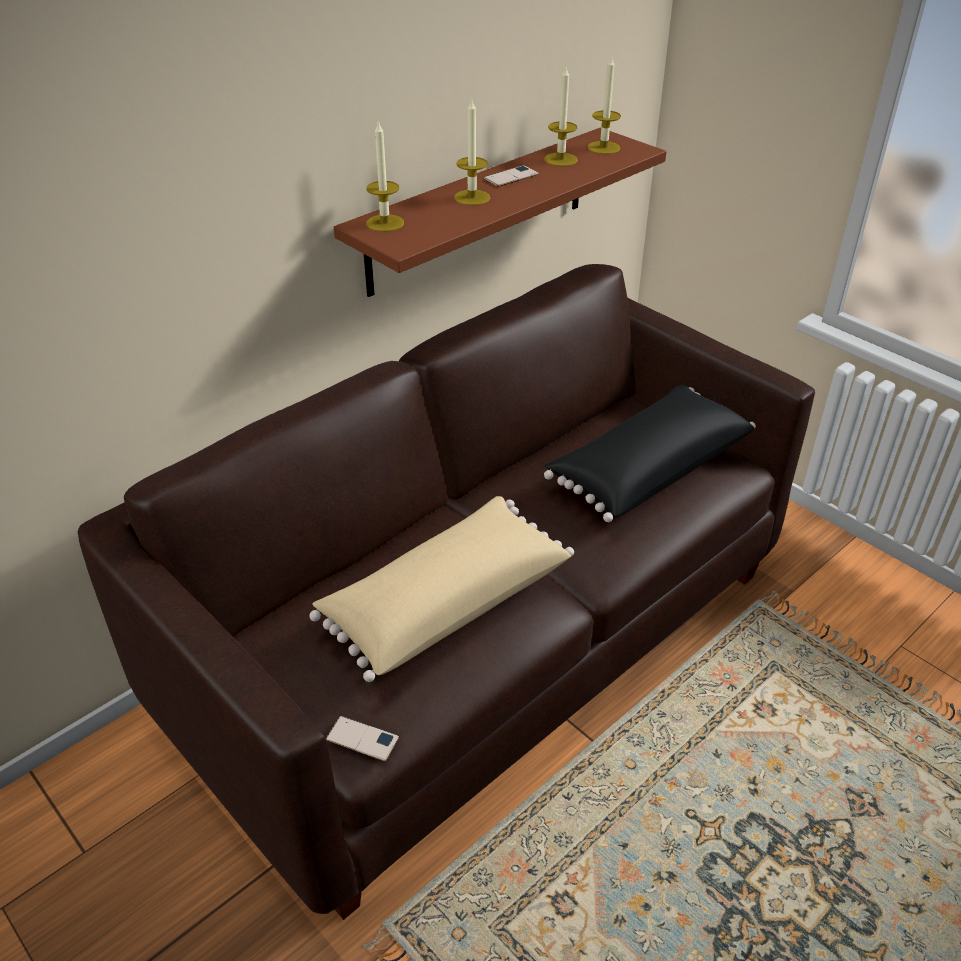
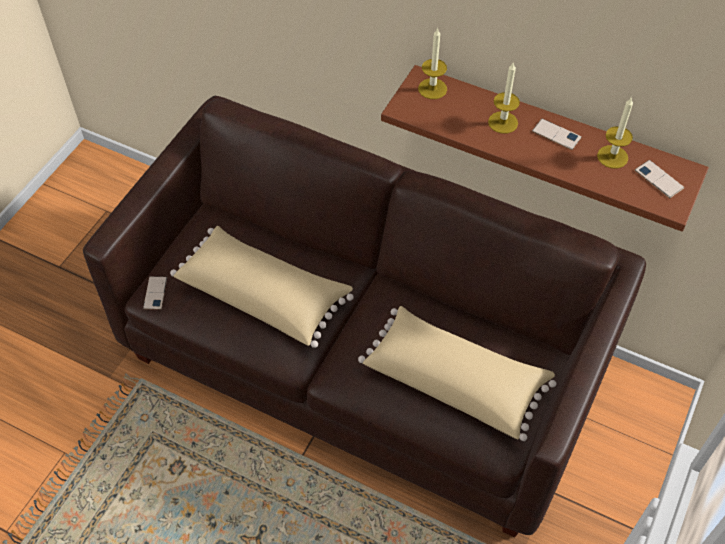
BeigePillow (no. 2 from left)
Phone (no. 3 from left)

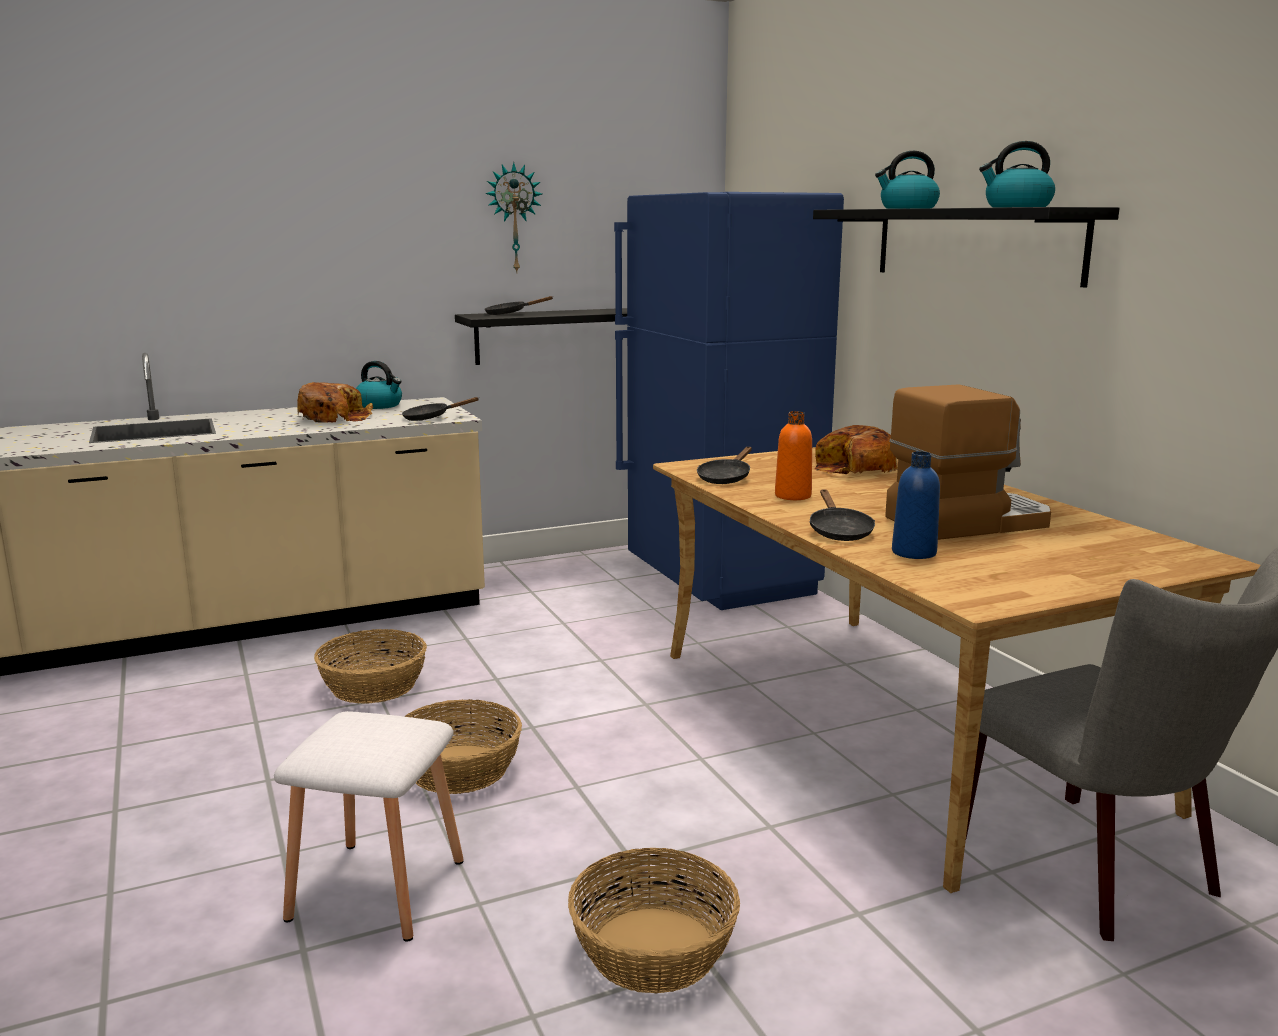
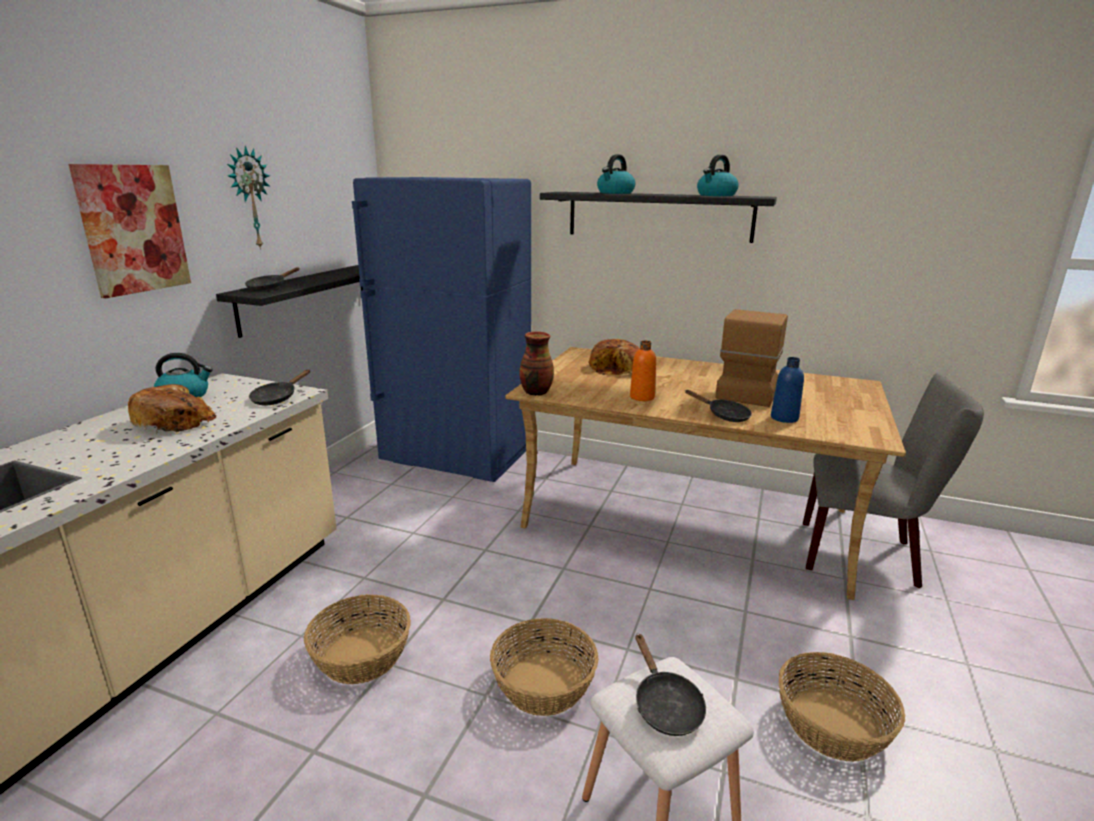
BlackFryingPan (no. 3 from left)
Picture
Vase

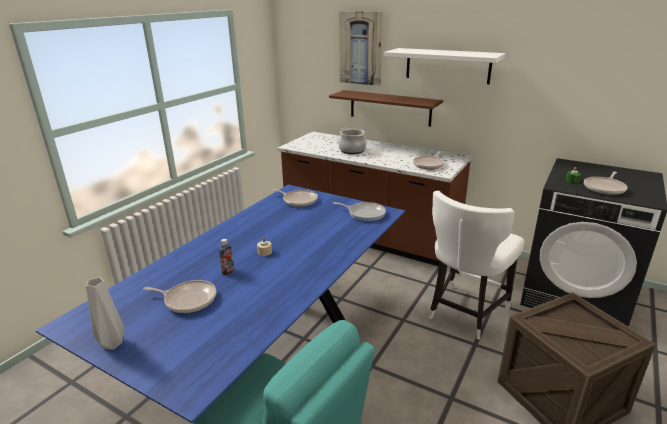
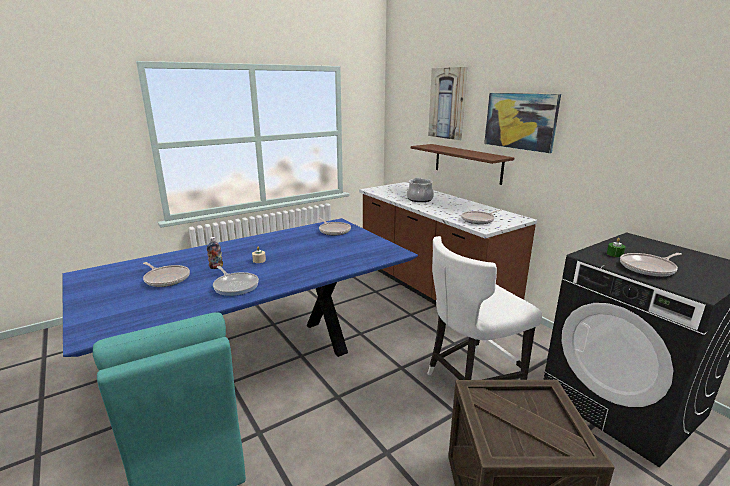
GreyVase
FryingPan (no. 2 from left)
Picture (no. 2 from left)

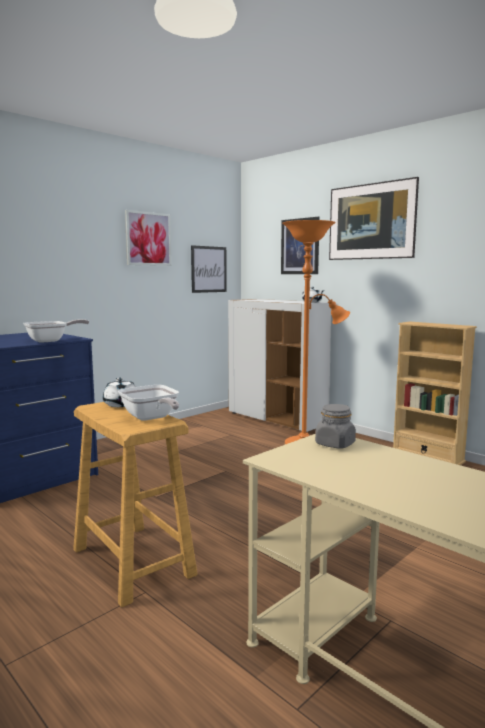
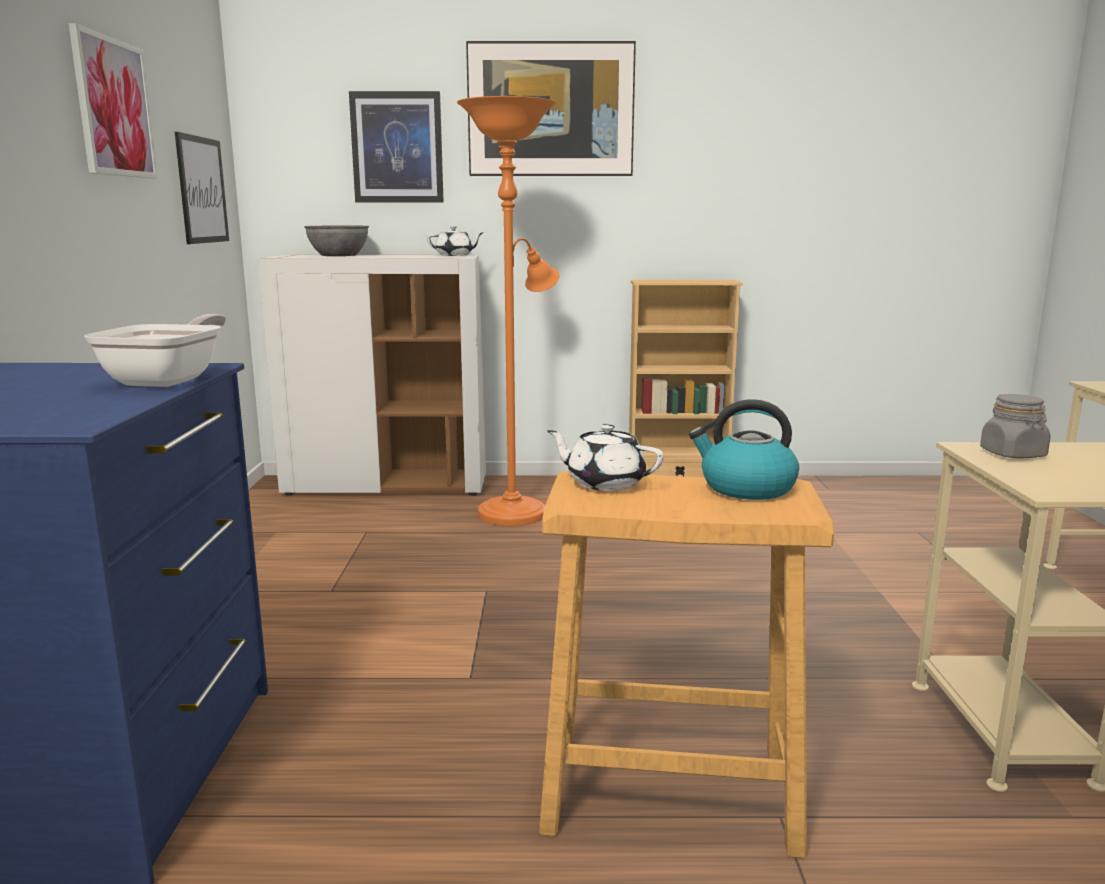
Kettle
GreyBowl

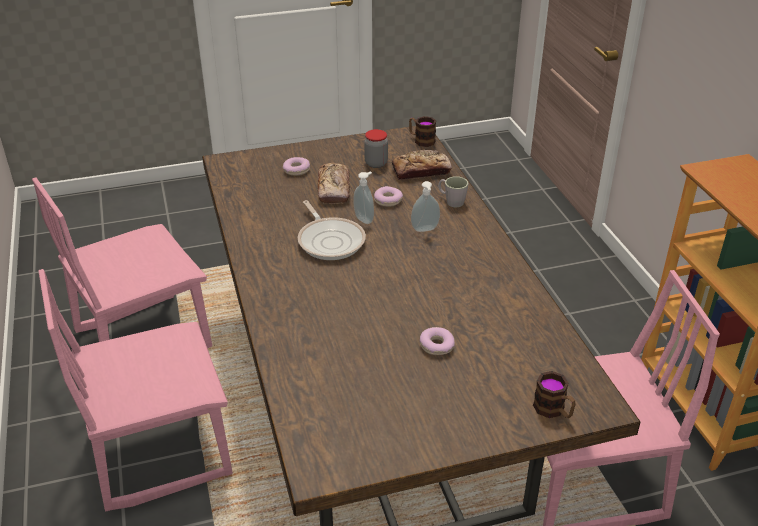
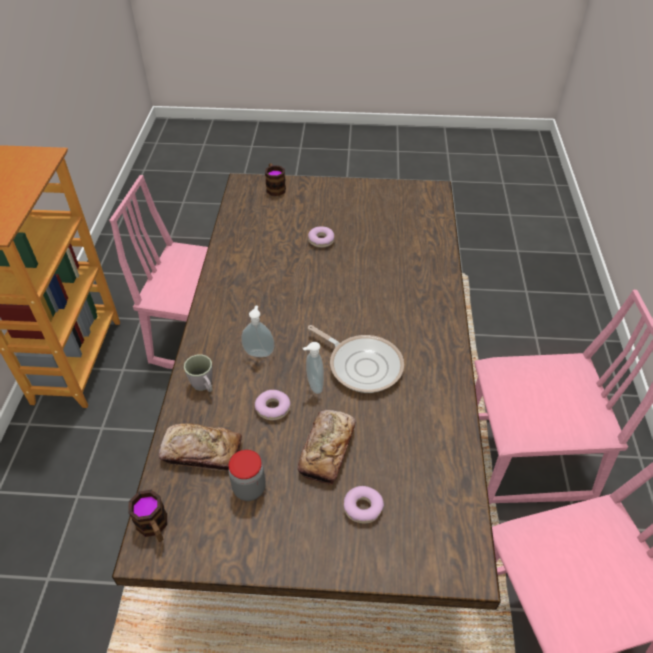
FryingPan

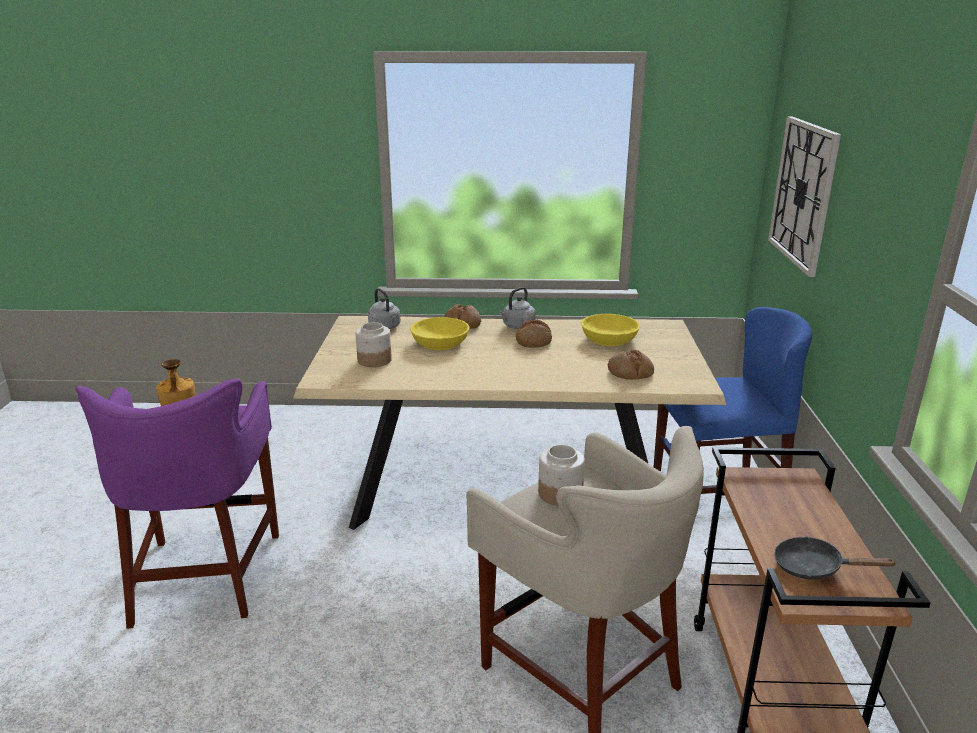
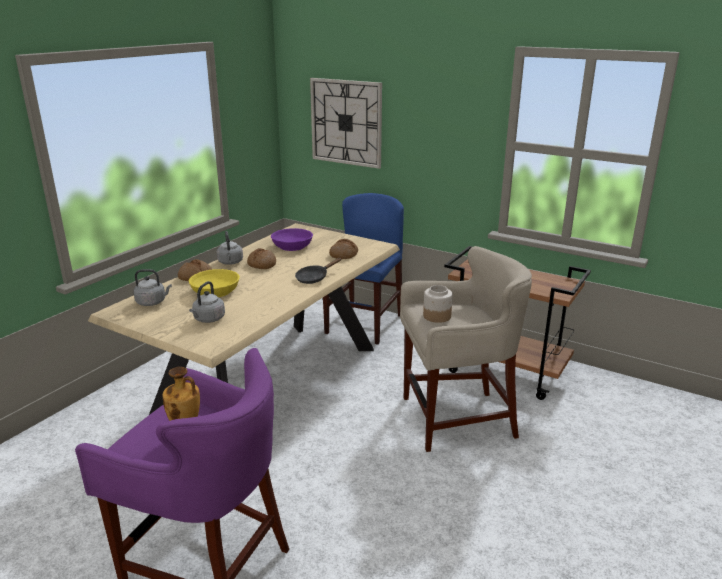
GreyKettle (no. 2 from left)
PurpleBowl
BlackFryingPan

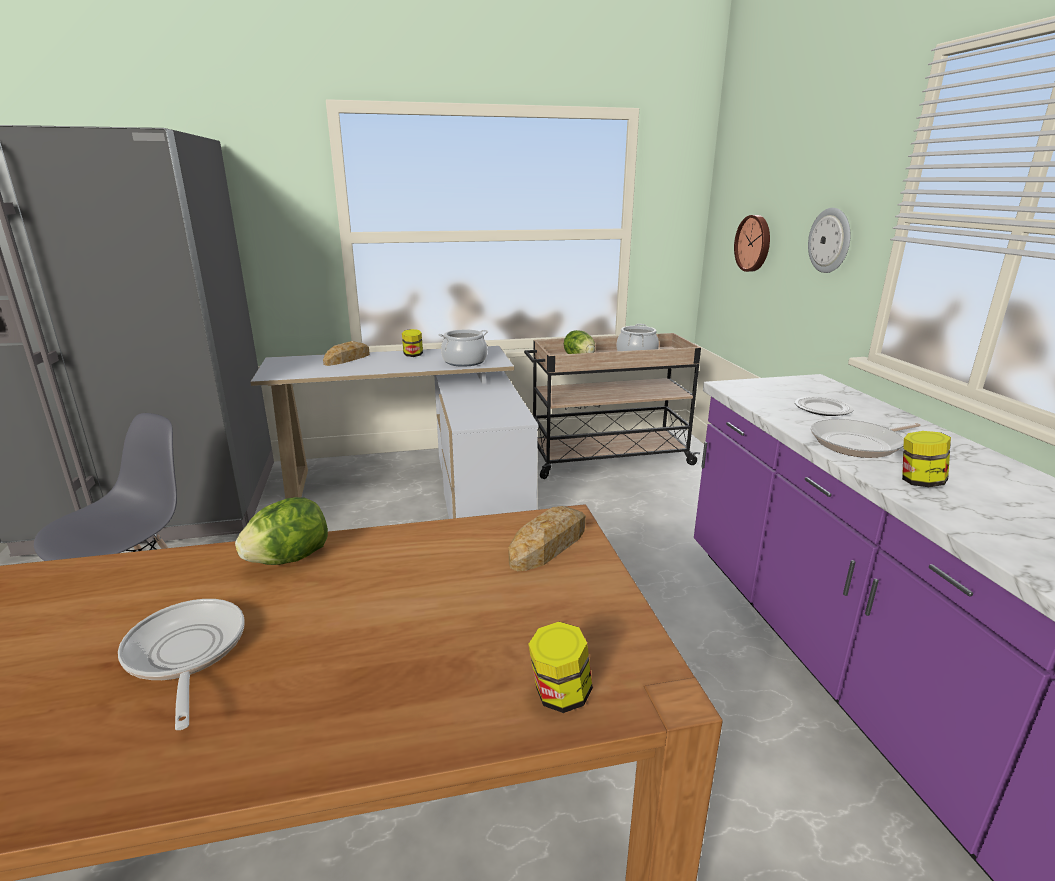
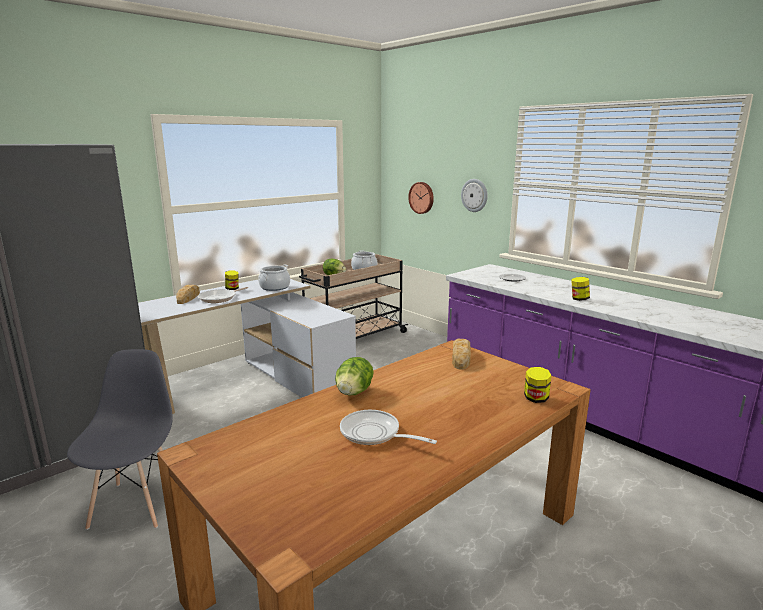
FryingPan (no. 1 from left)

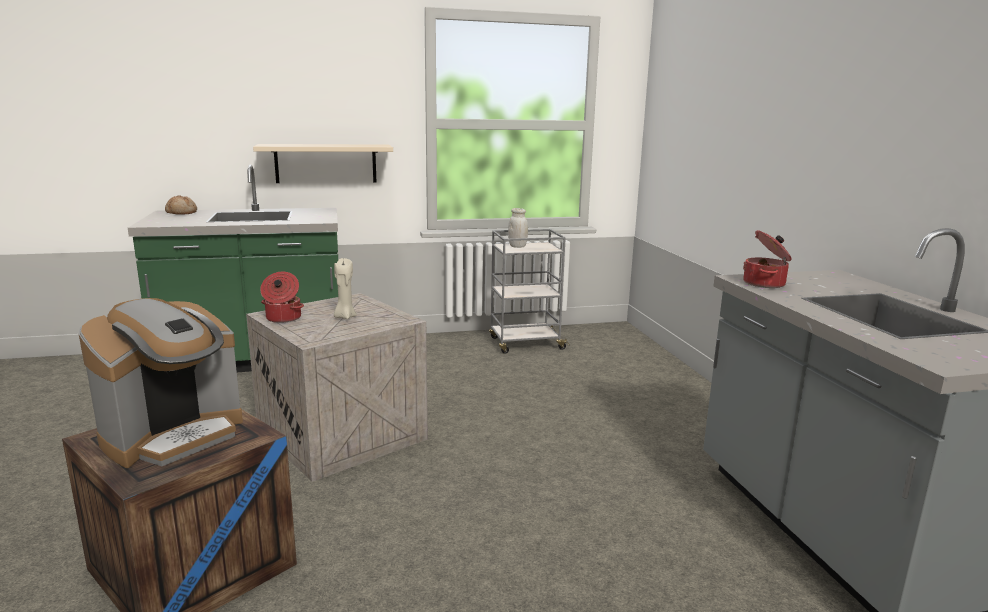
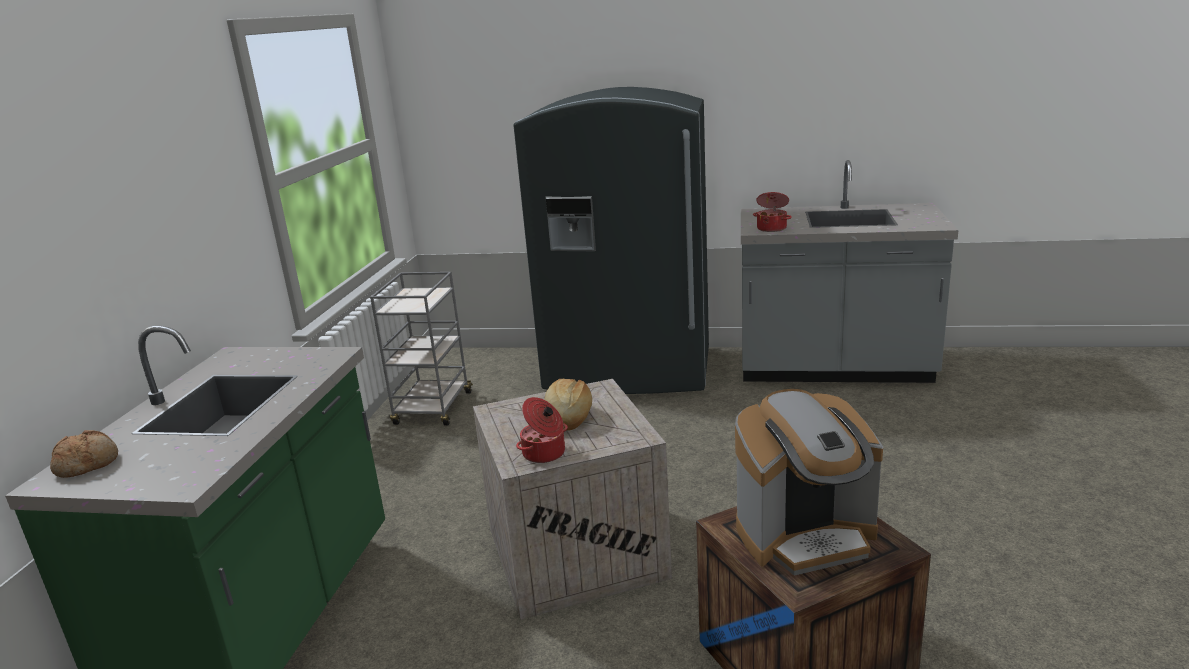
CoffeeMachine
BeigeShelf
Bread (no. 2 from left)
WhiteJar
GreyFridge

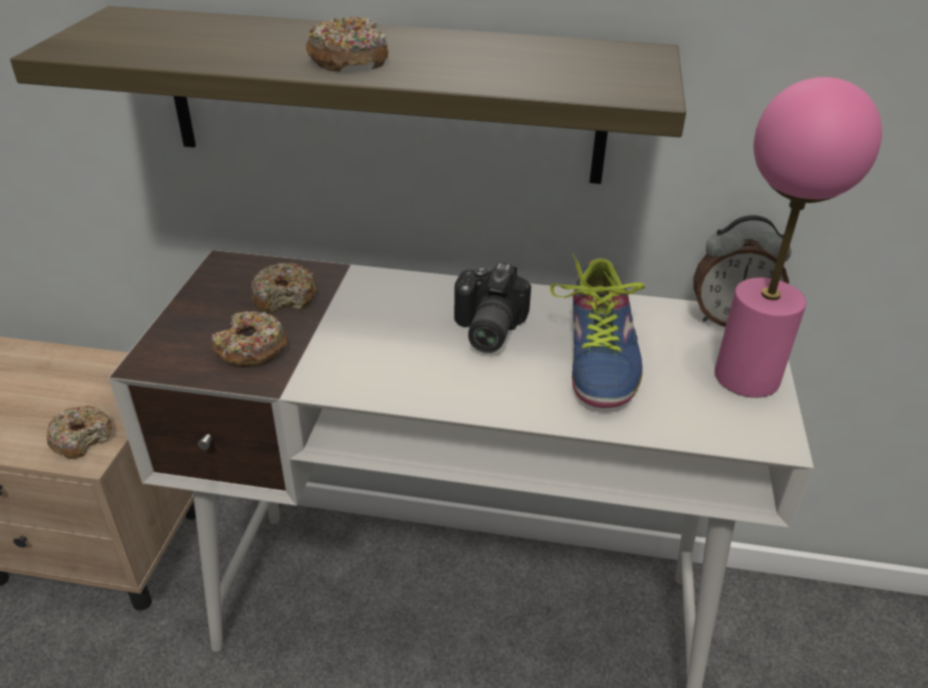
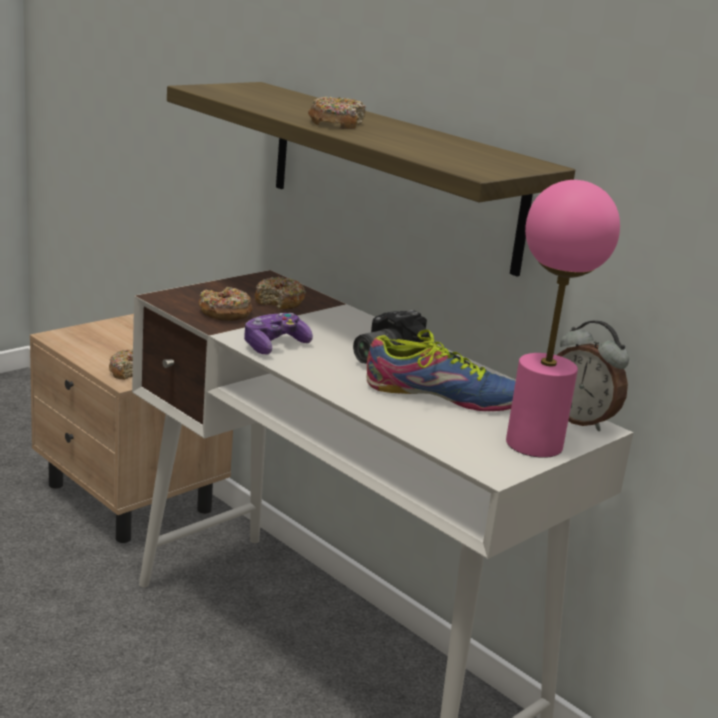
Shoe
GameController

